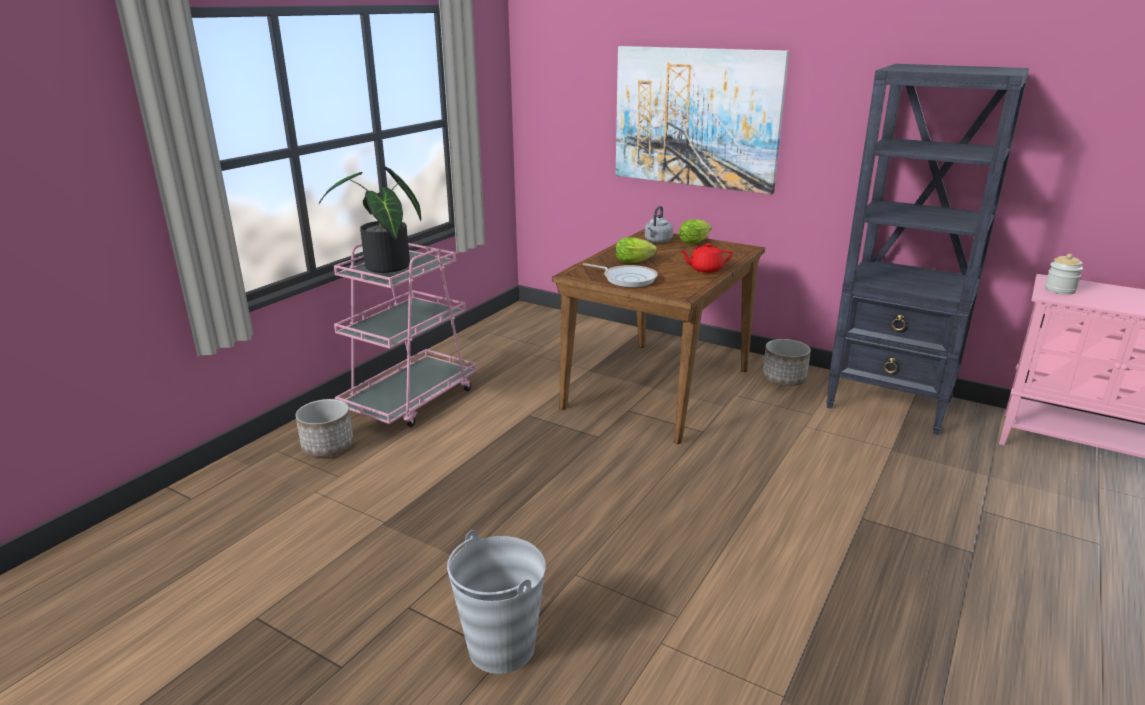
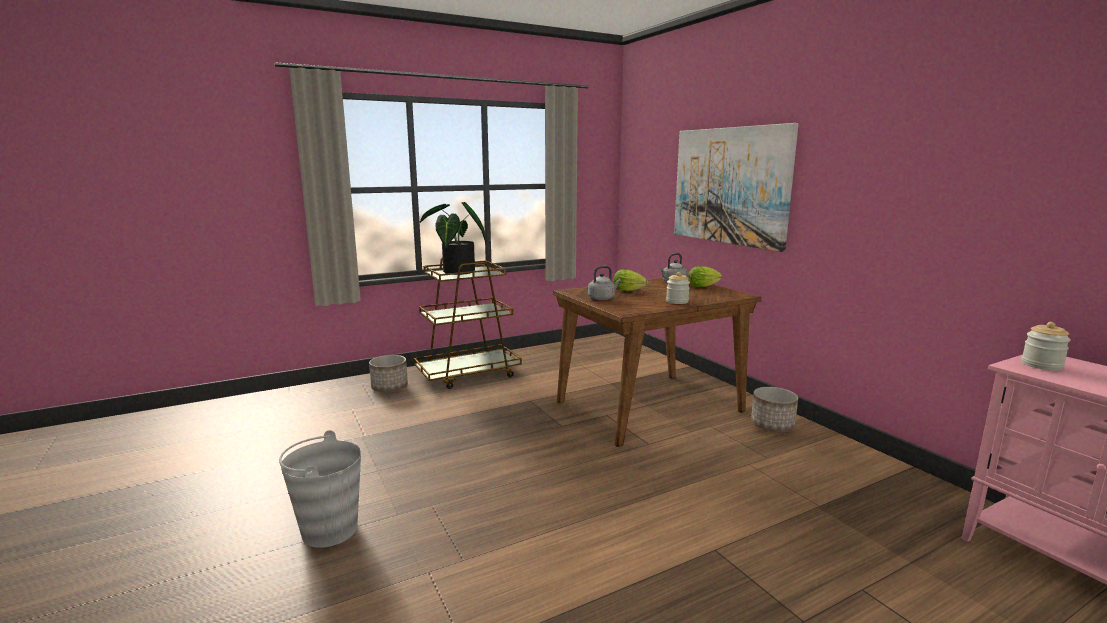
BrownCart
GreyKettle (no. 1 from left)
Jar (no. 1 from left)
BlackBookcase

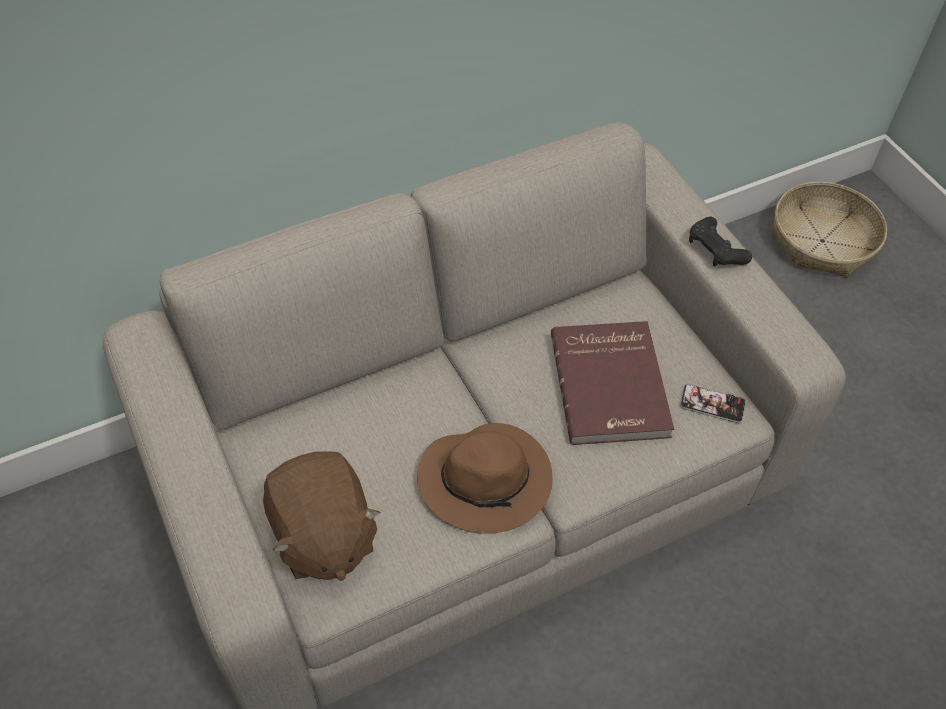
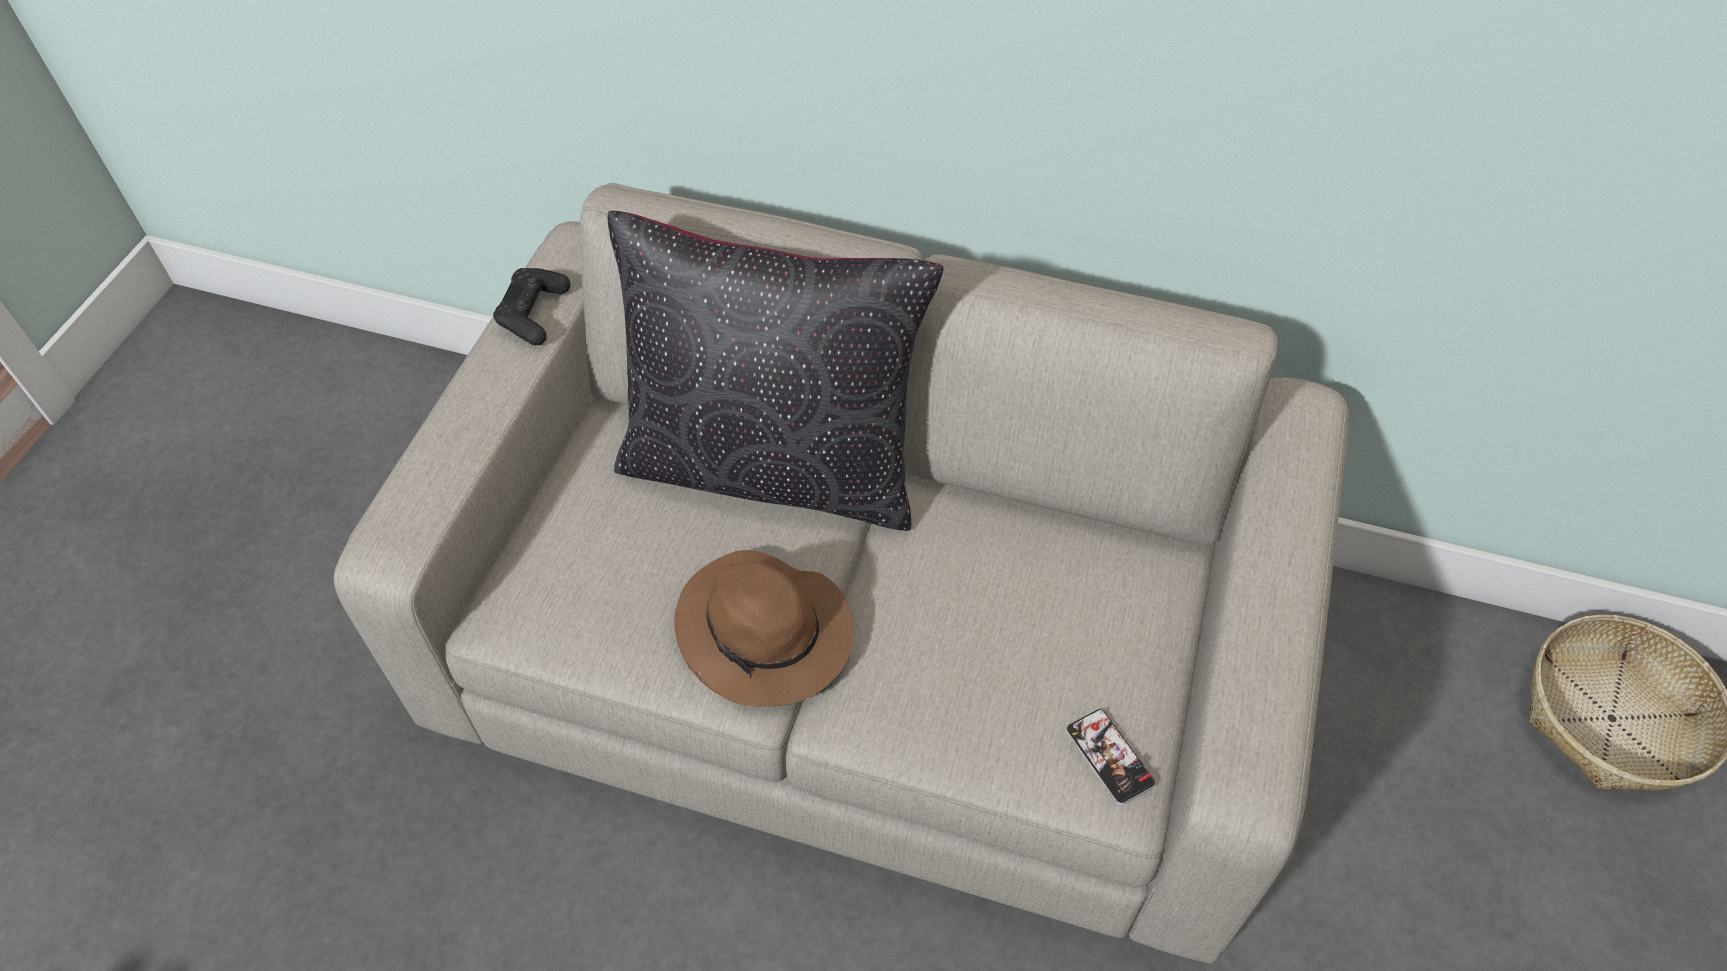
BrownPlushToy
RedBook
BlackGameController
BlackPillow

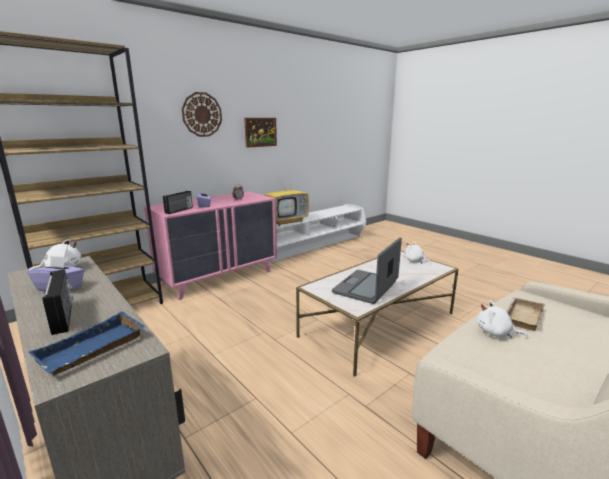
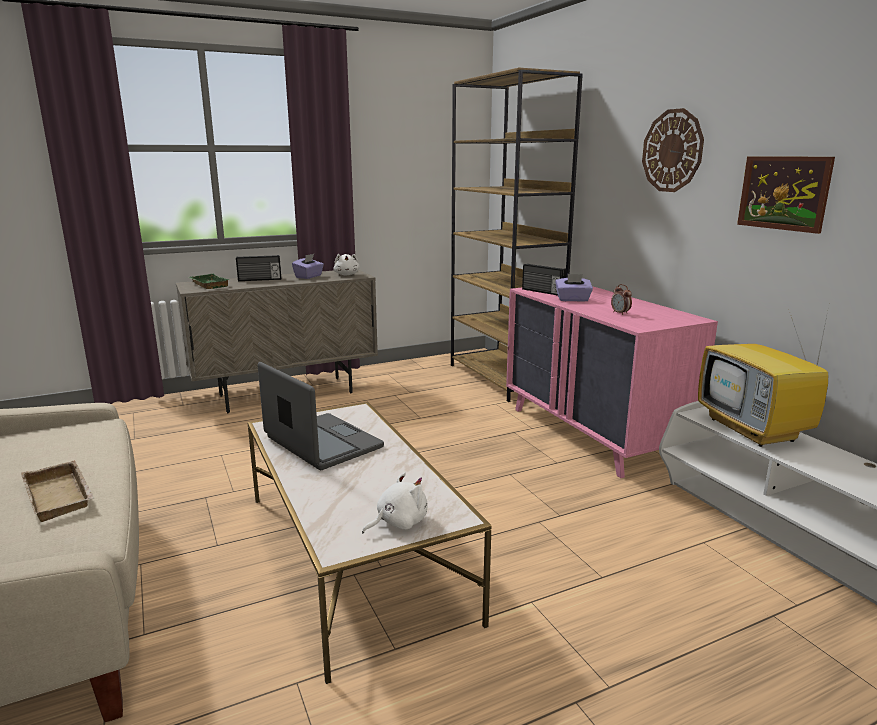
GreenTray
WhitePlushToy (no. 3 from left in the first image)

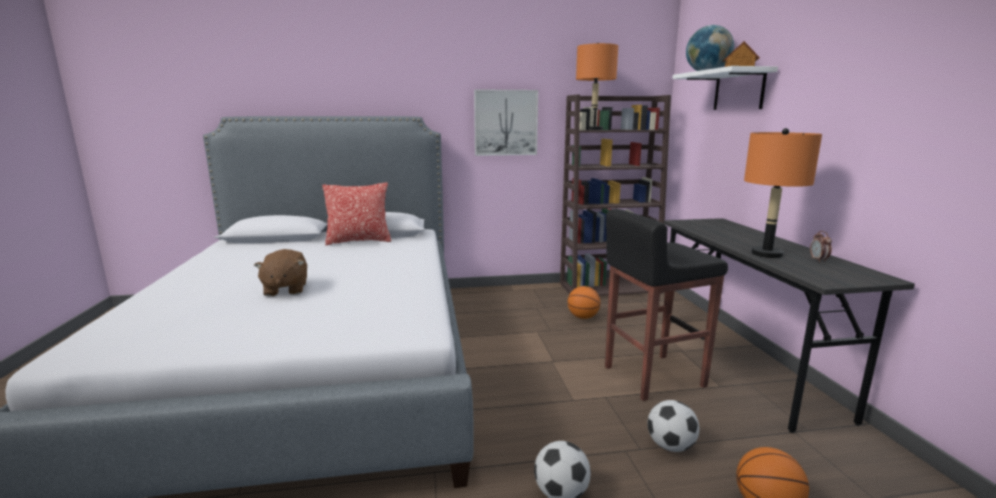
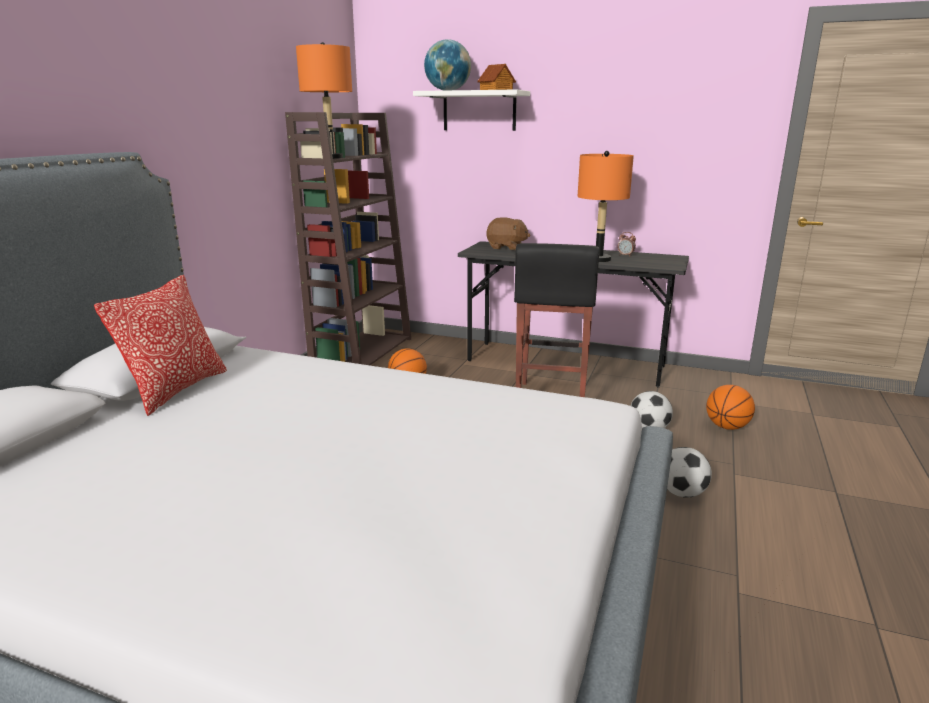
BrownPlushToy
Picture

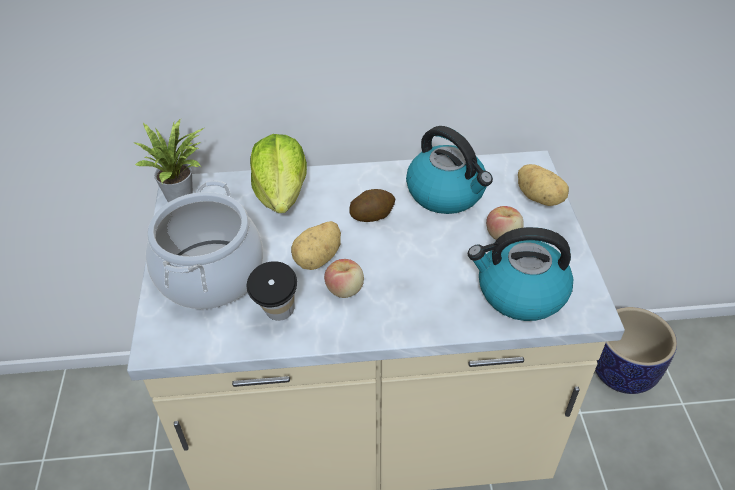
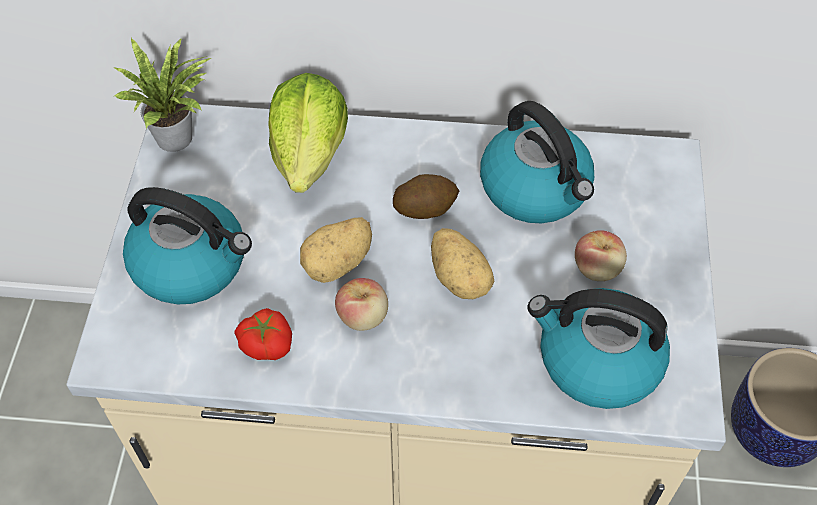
Kettle (no. 1 from left)
Tomato
Potato (no. 3 from left)

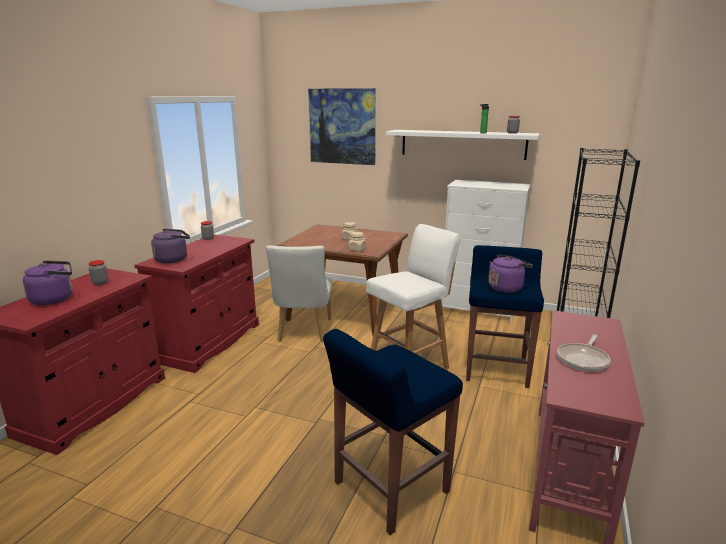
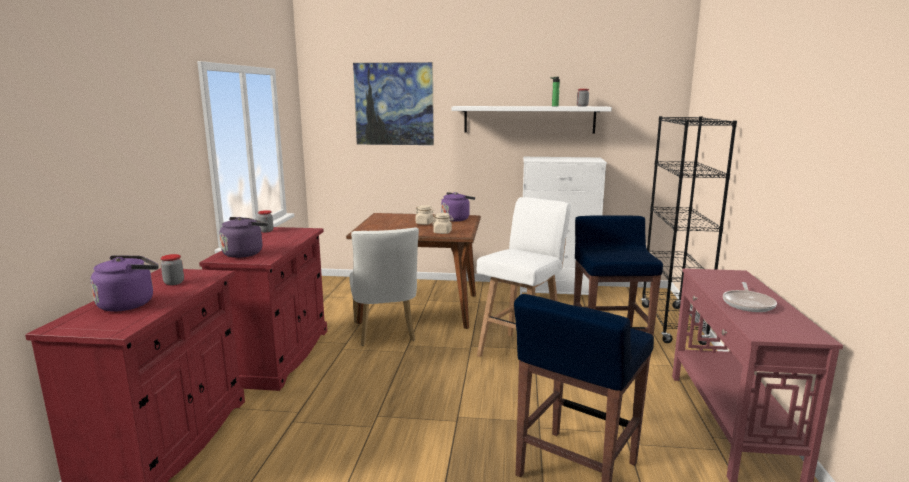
PurpleKettle (no. 3 from left)

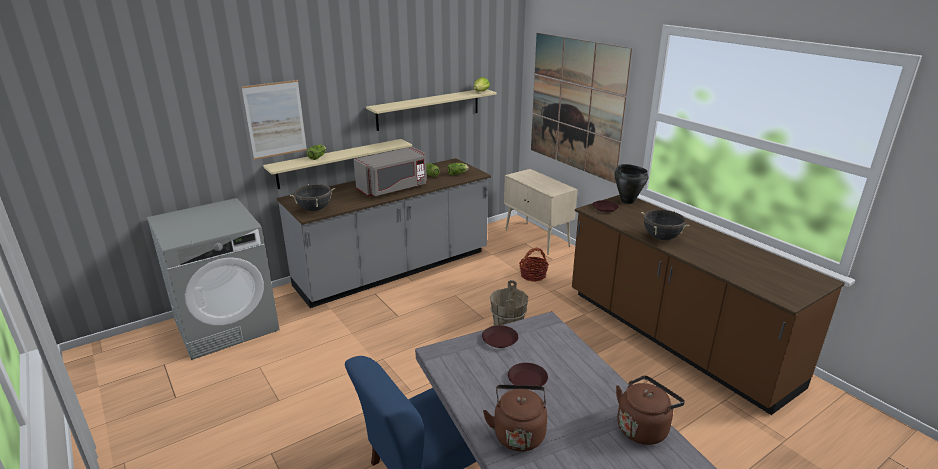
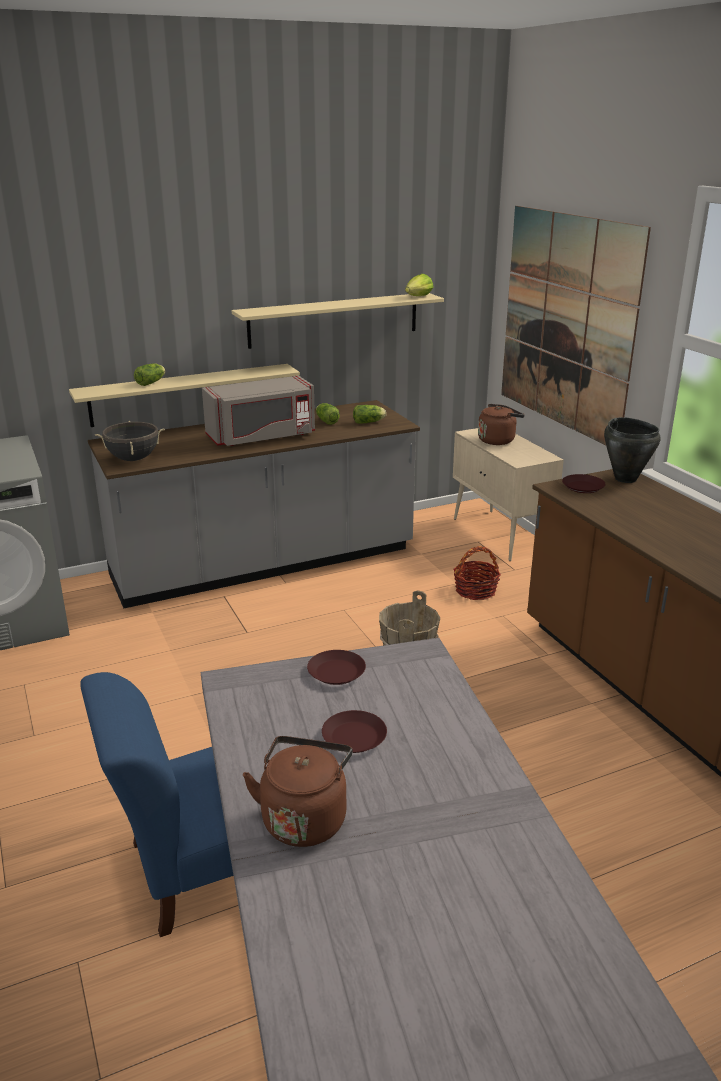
Picture (no. 1 from left in the first image)
BrownKettle (no. 2 from left)
BlackCookingPot (no. 3 from left in the first image)

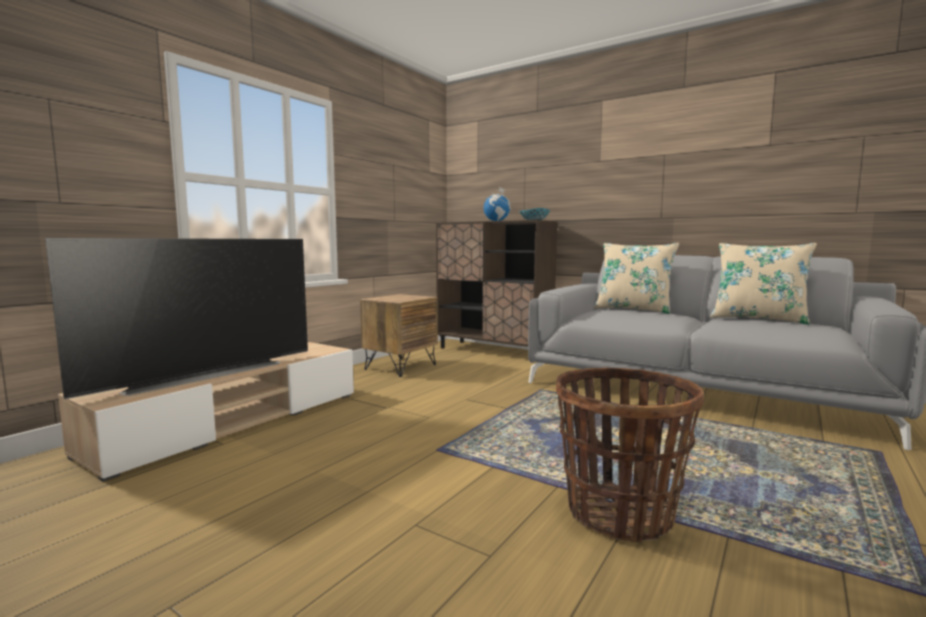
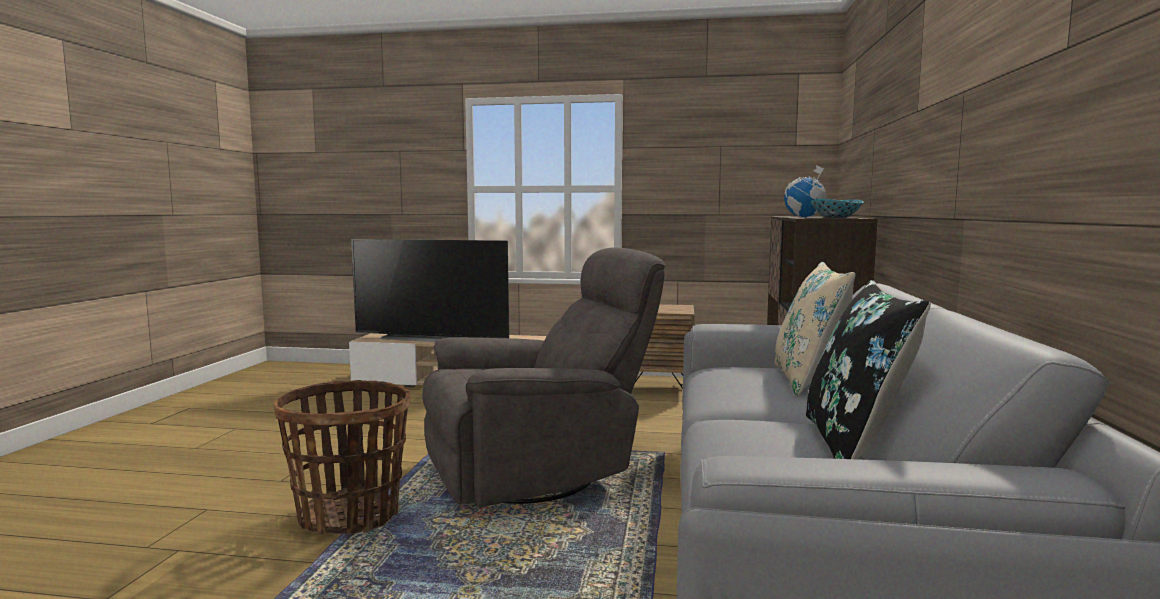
BlackPillow
GreyArmchair

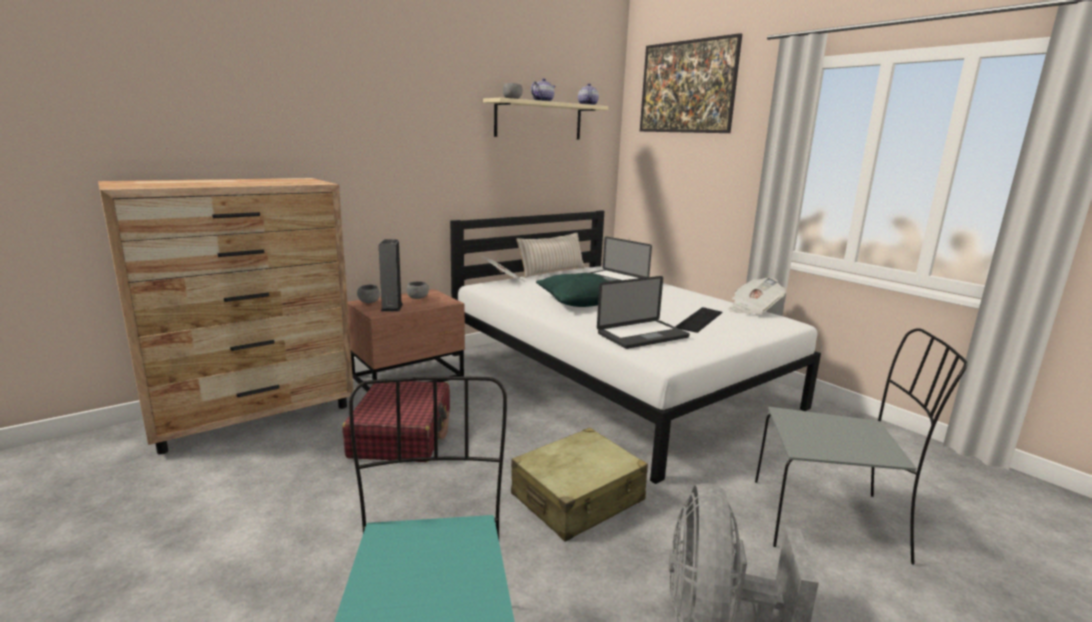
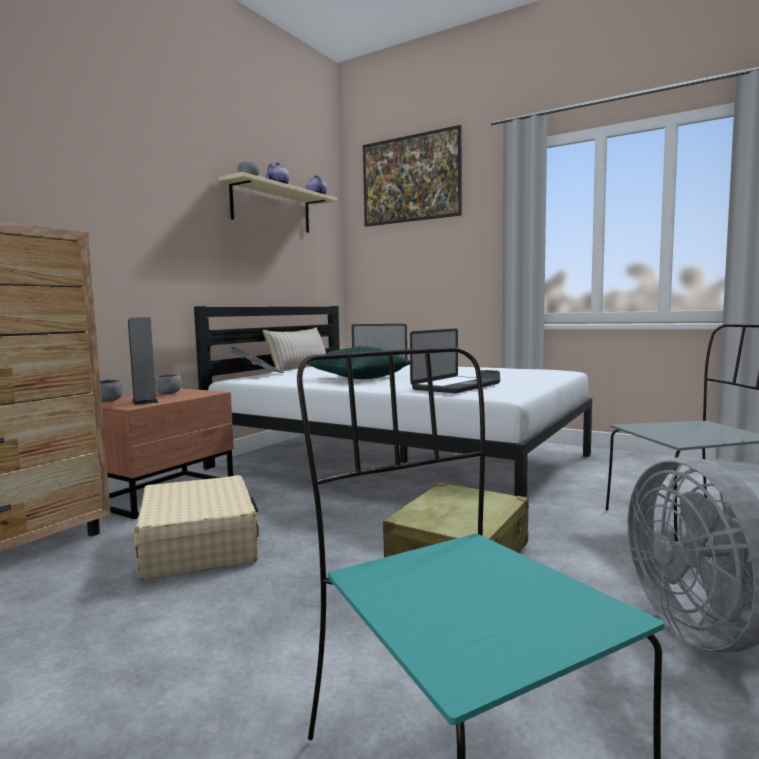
BeigeSuitcase (no. 1 from left)
Newspaper (no. 2 from left in the first image)

